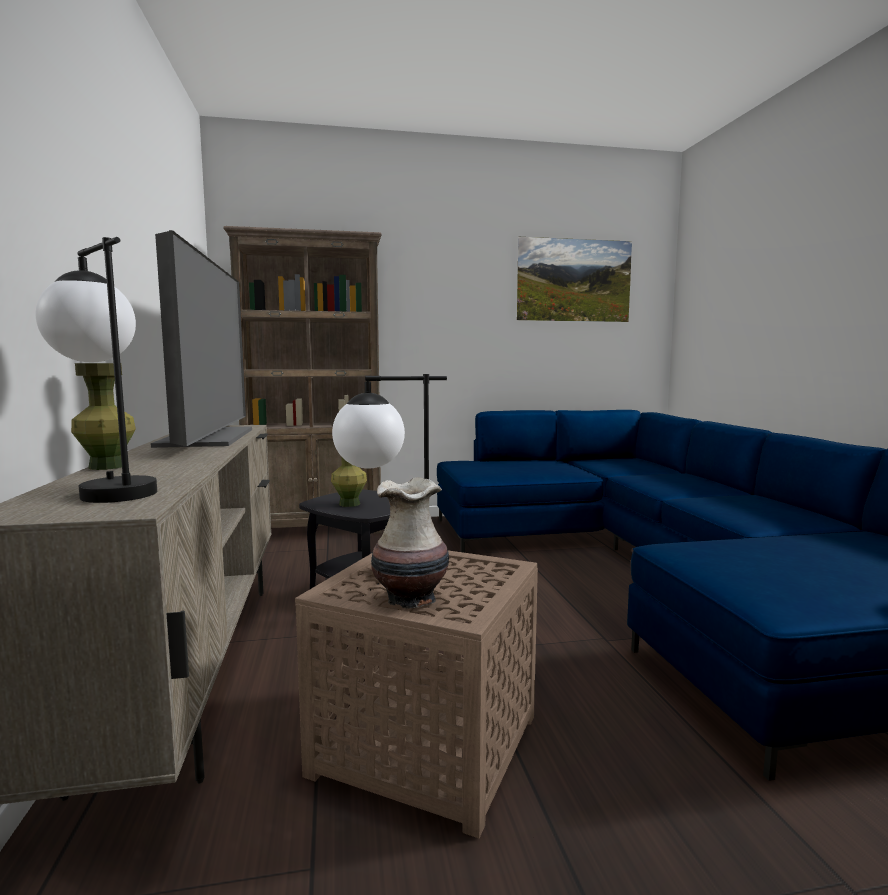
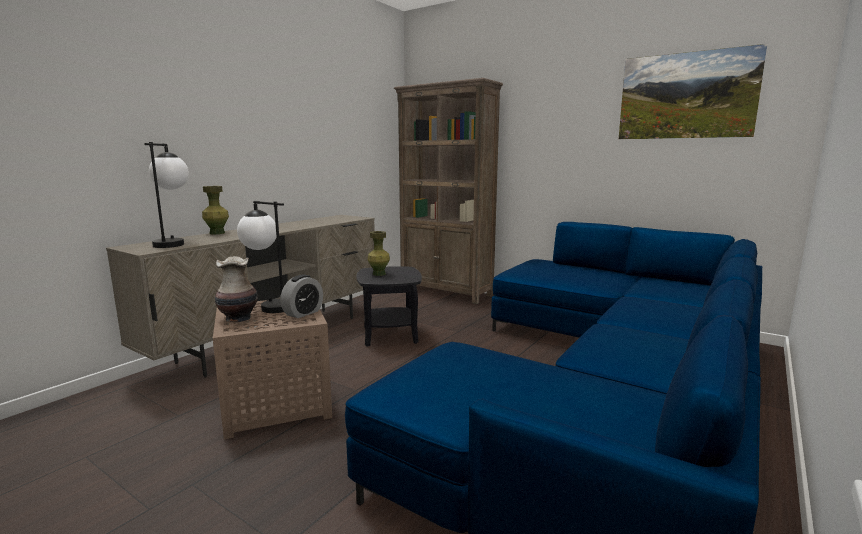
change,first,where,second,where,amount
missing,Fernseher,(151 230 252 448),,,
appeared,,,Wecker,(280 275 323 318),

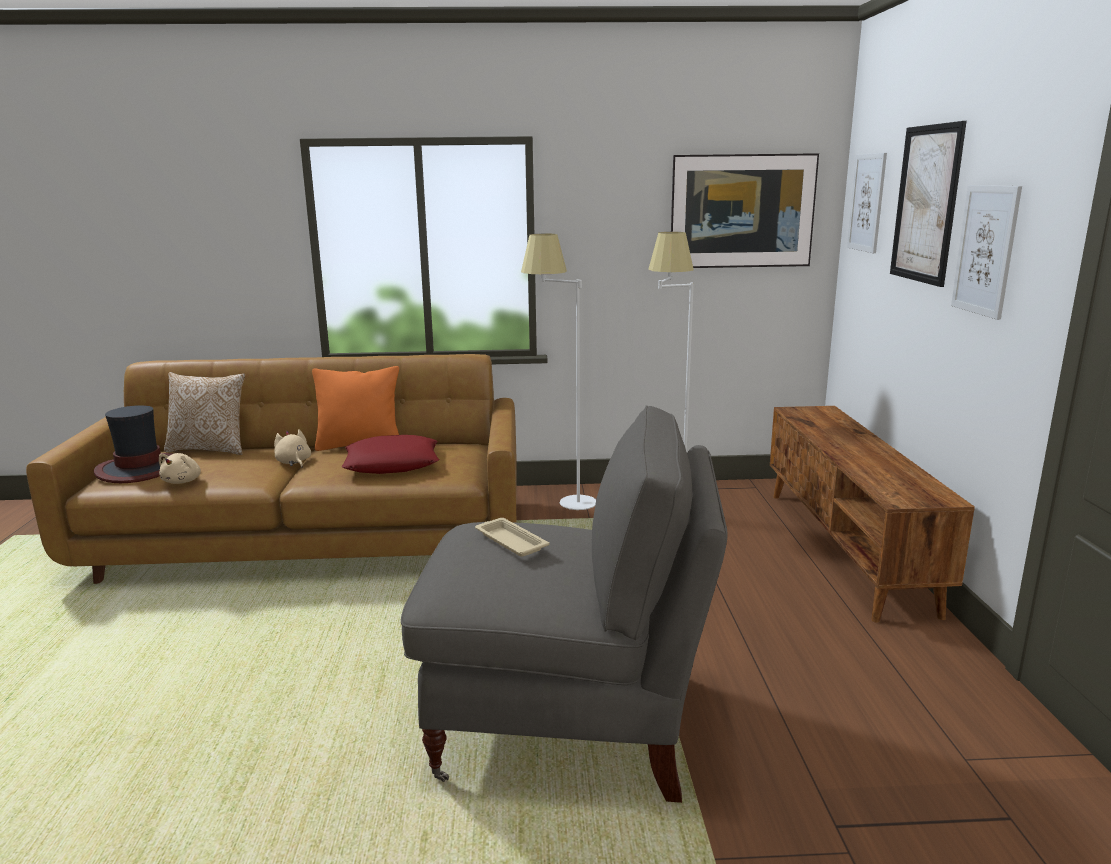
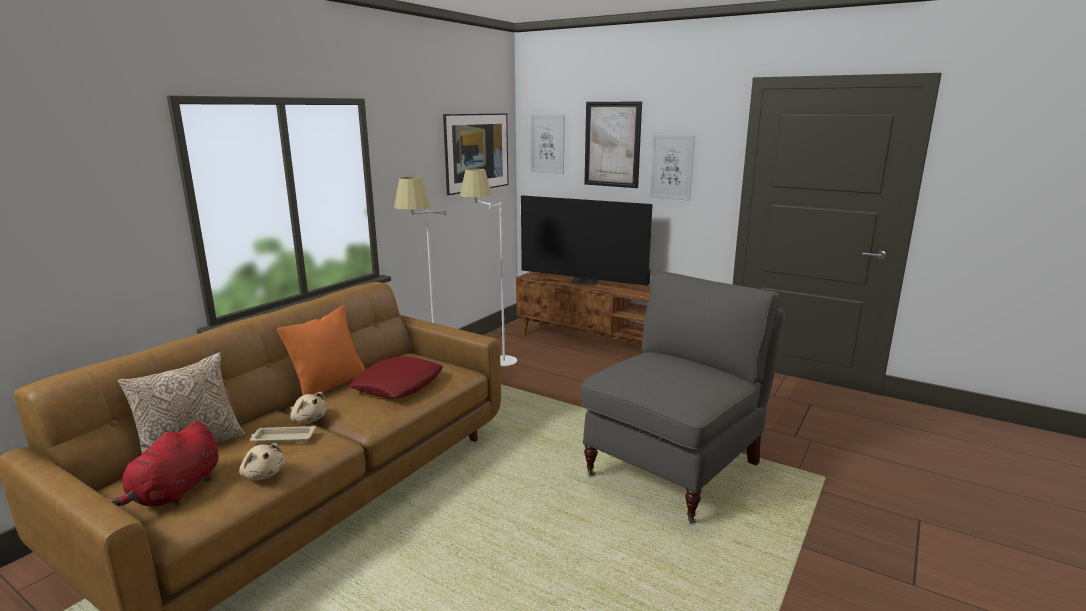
change,first,where,second,where,amount
exchanged,Hut,(94 405 174 483),Plüschtier (rot),(107 422 219 506),
spun,Plüschtier (beige),(274 429 311 468),,(290 392 327 423),150 degrees counterclockwise
relocated,Tablett (beige),(475 518 550 557),,(250 426 316 443),
appeared,,,Fernseher,(521 195 653 286),

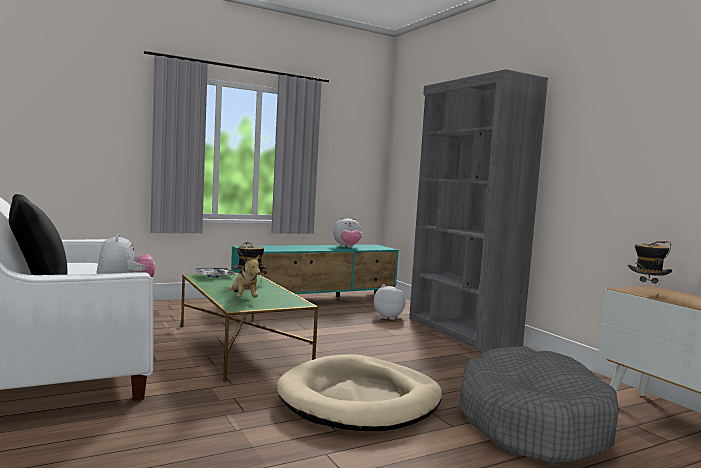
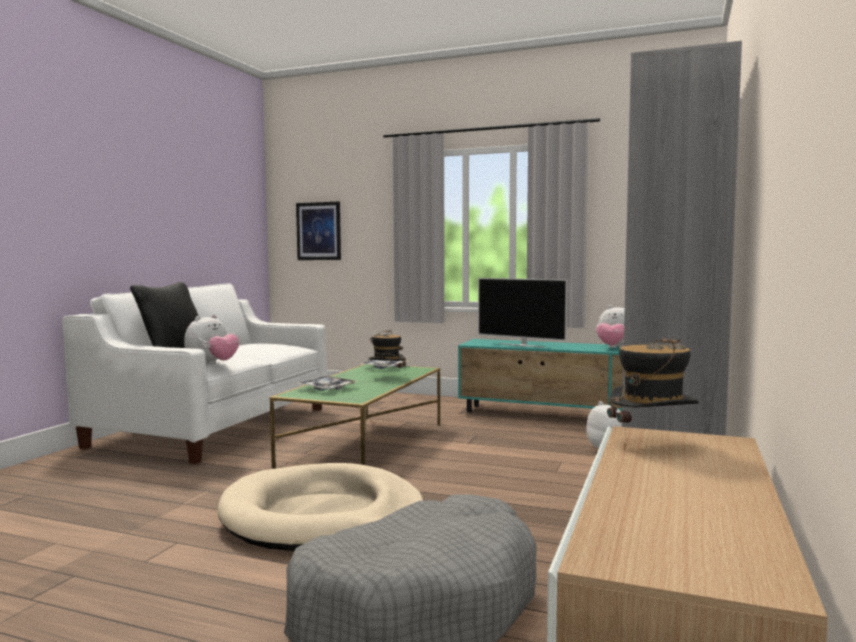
change,first,where,second,where,amount
exchanged,Plüschtier,(228 256 260 298),Tablett,(297 376 357 391),
appeared,,,Bild,(296 202 341 260),
appeared,,,Fernseher,(478 278 567 348),

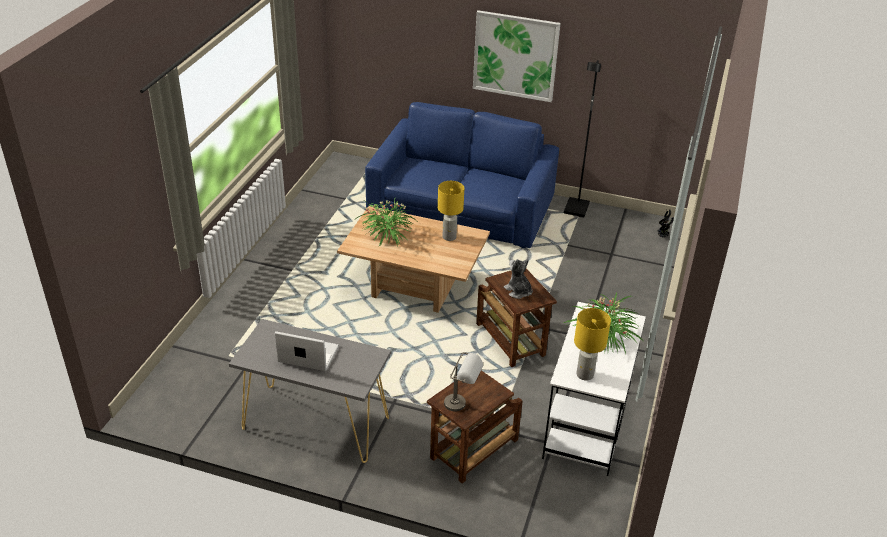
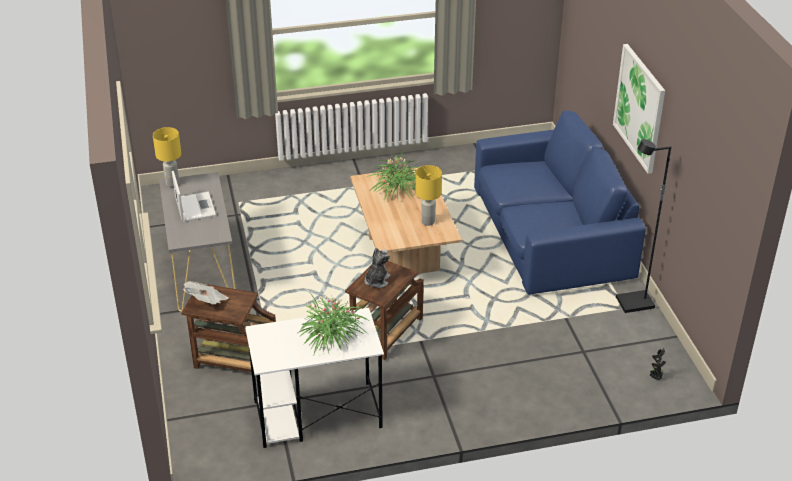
change,first,where,second,where,amount
relocated,Tischlampe (gelb),(574 308 611 380),,(153 127 181 187),
exchanged,Tischlampe (grau),(444 352 483 411),Zeitung,(183 281 229 305),

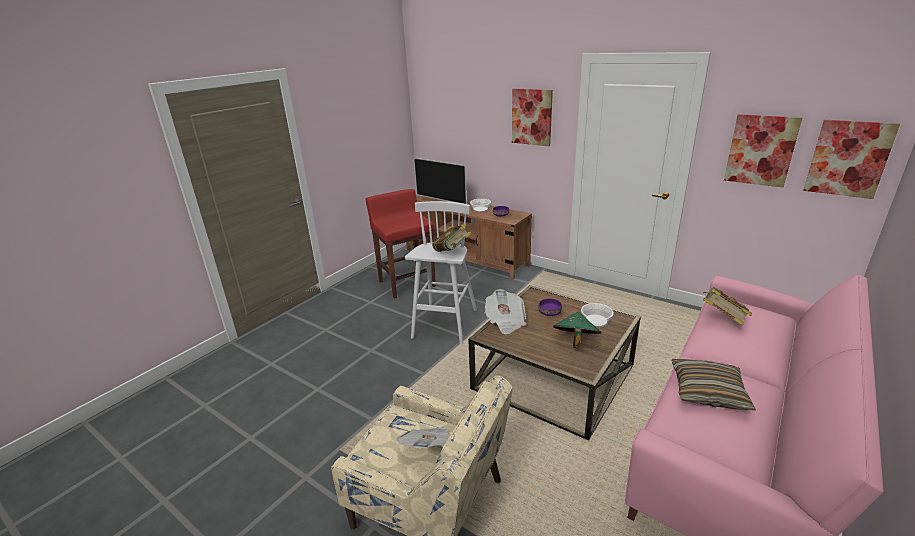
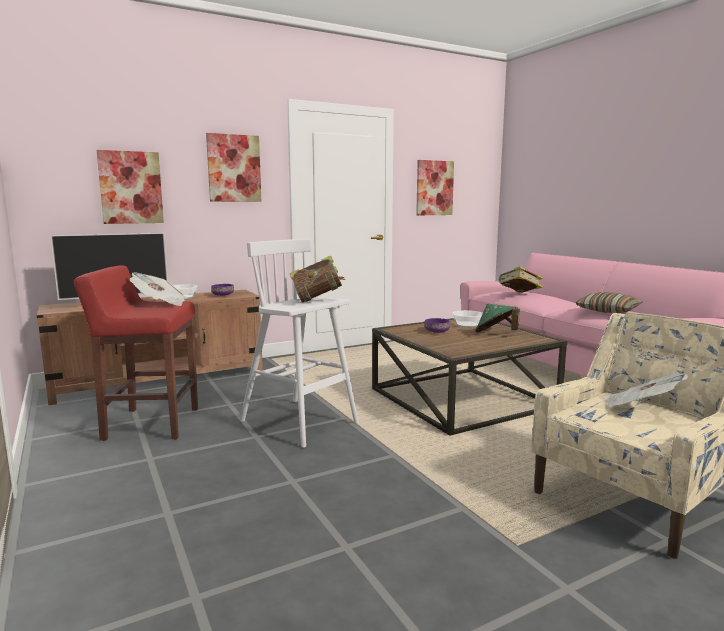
change,first,where,second,where,amount
relocated,Bild,(803 120 900 199),,(97 150 164 224),
relocated,Zeitung,(485 289 526 334),,(130 273 187 306),

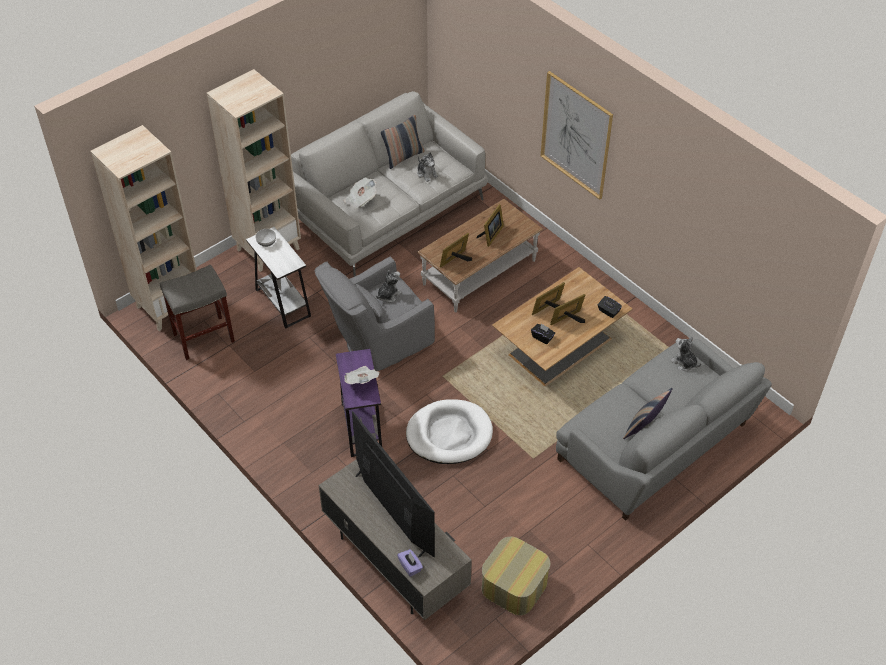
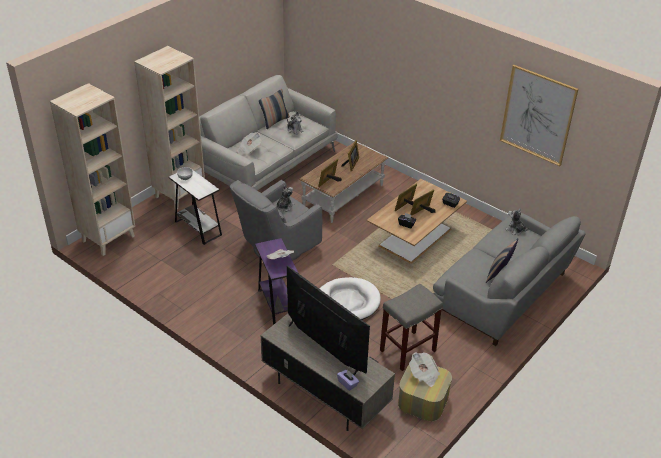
change,first,where,second,where,amount
relocated,Bild,(541 71 613 200),,(500 65 578 166),
relocated,Hocker (grau),(160 265 235 360),,(380 283 443 371),
appeared,,,Zeitung,(409 352 440 387),

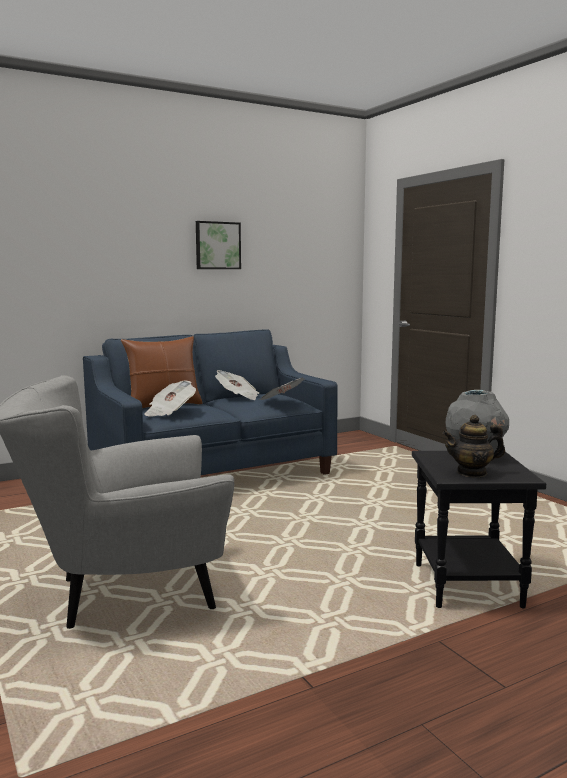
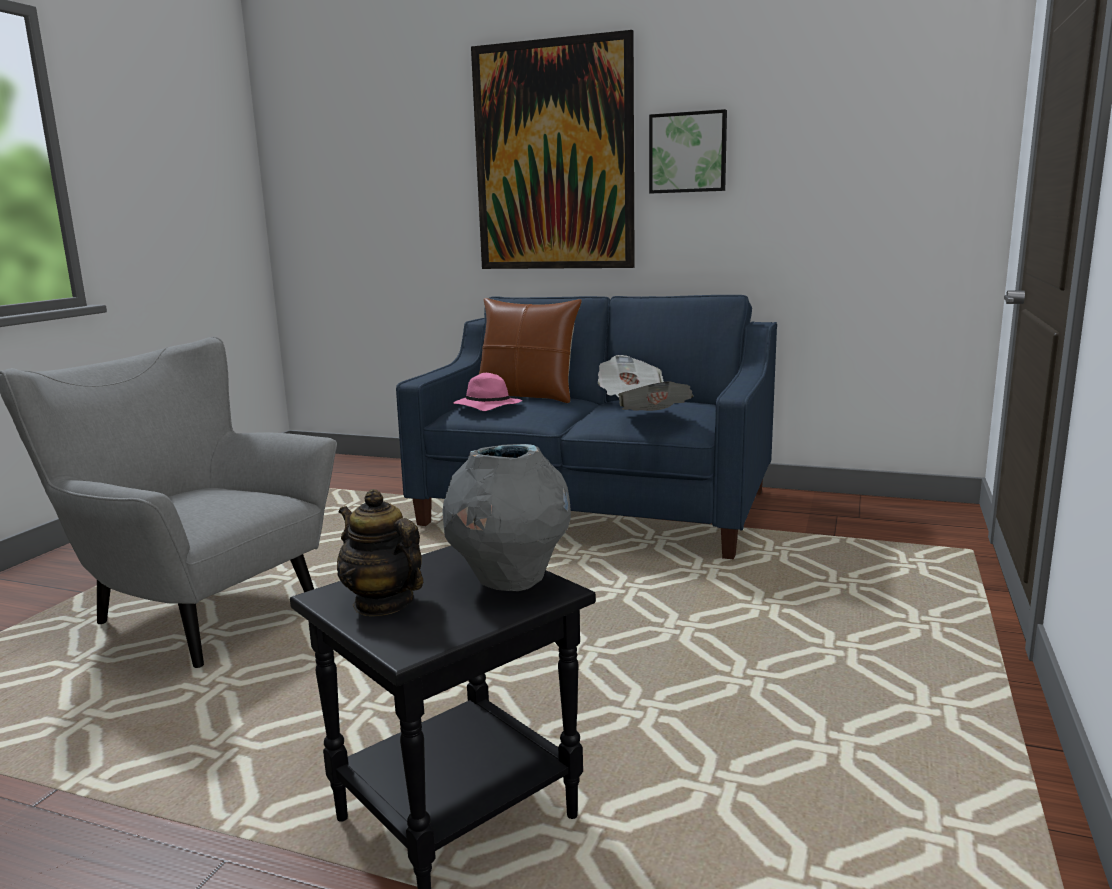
change,first,where,second,where,amount
exchanged,Zeitung,(144 380 196 417),Hut (rosa),(453 373 522 411),
appeared,,,Bild,(471 30 635 269),

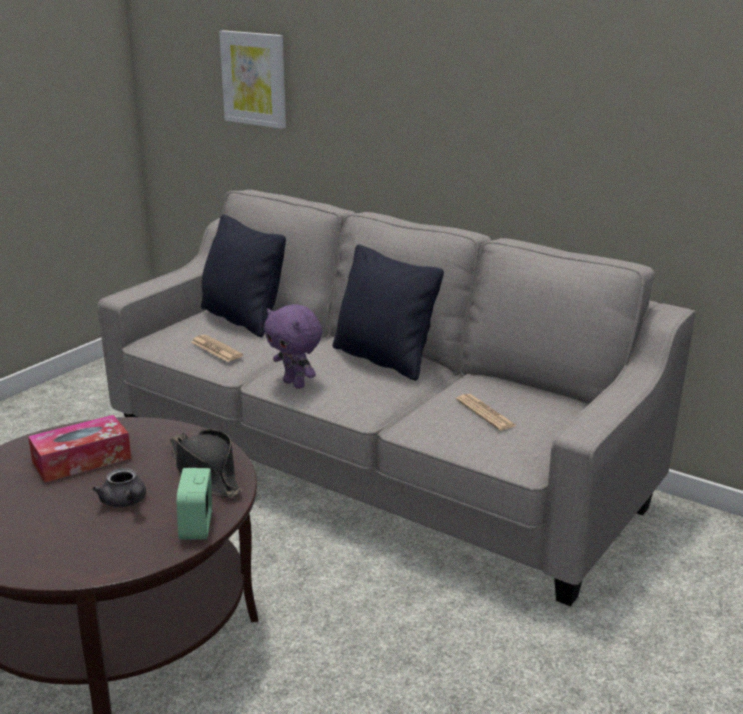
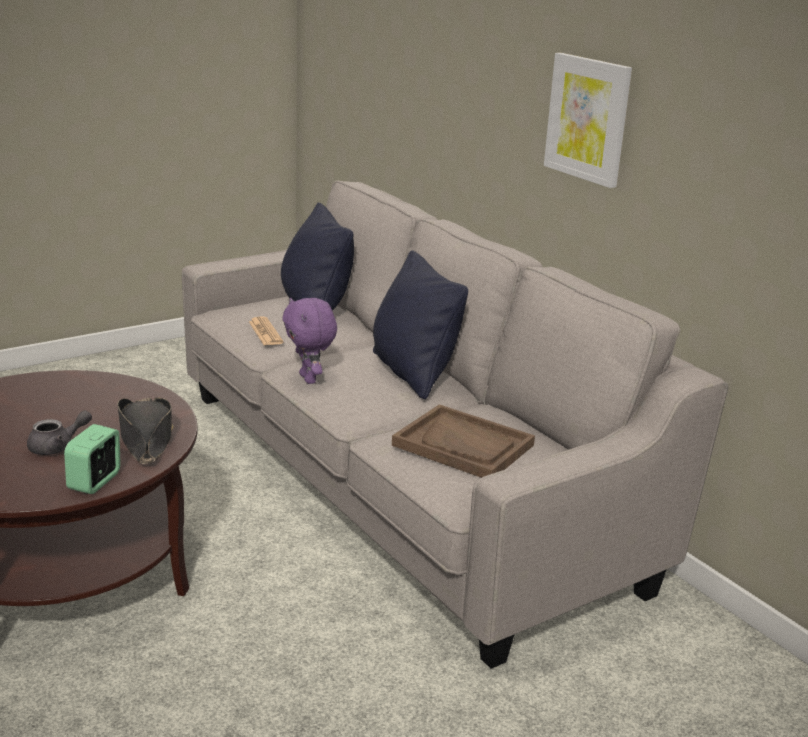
change,first,where,second,where,amount
relocated,Bild,(219 30 286 129),,(544 53 632 188),
exchanged,Zeitung,(456 394 517 431),Tablett (braun),(392 404 535 478),
missing,Taschentuchbox,(28 415 131 483),,,
spun,Teekanne (grau),(93 468 146 507),,(27 411 92 455),105 degrees counterclockwise

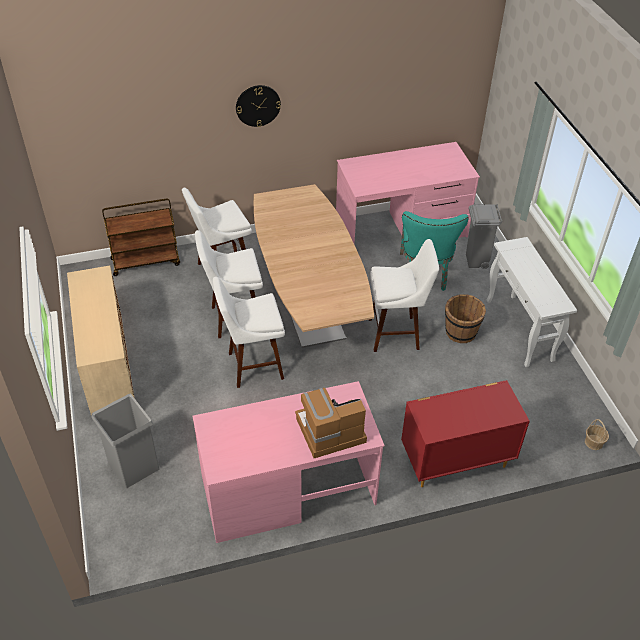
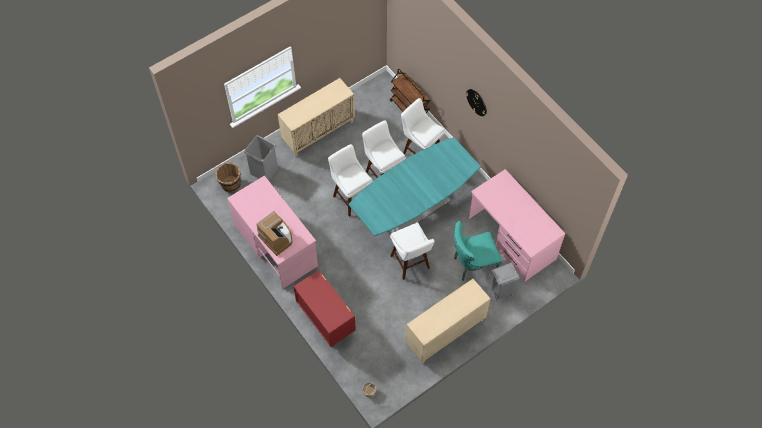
change,first,where,second,where,amount
colour,Esstisch (braun),(254 184 374 348),Esstisch (türkis),(348 137 481 236),
exchanged,Konsolentisch (weiß),(487 237 577 367),Schrank (beige),(406 279 491 363),
relocated,Eimer (braun),(445 294 486 343),,(215 163 241 192),

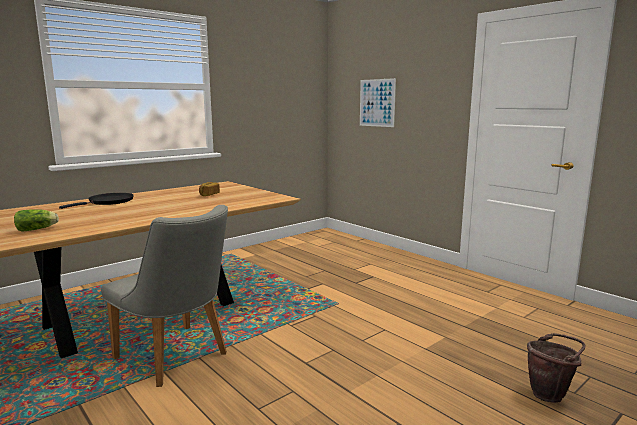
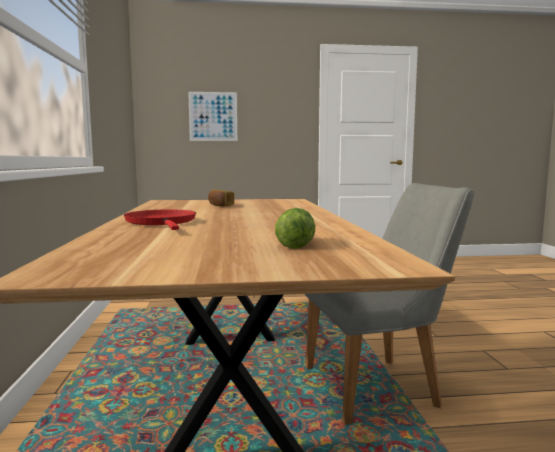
change,first,where,second,where,amount
colour,Pfanne (schwarz),(59 193 134 209),Pfanne (rot),(124 209 196 230),
missing,Eimer (braun),(527 333 585 403),,,

